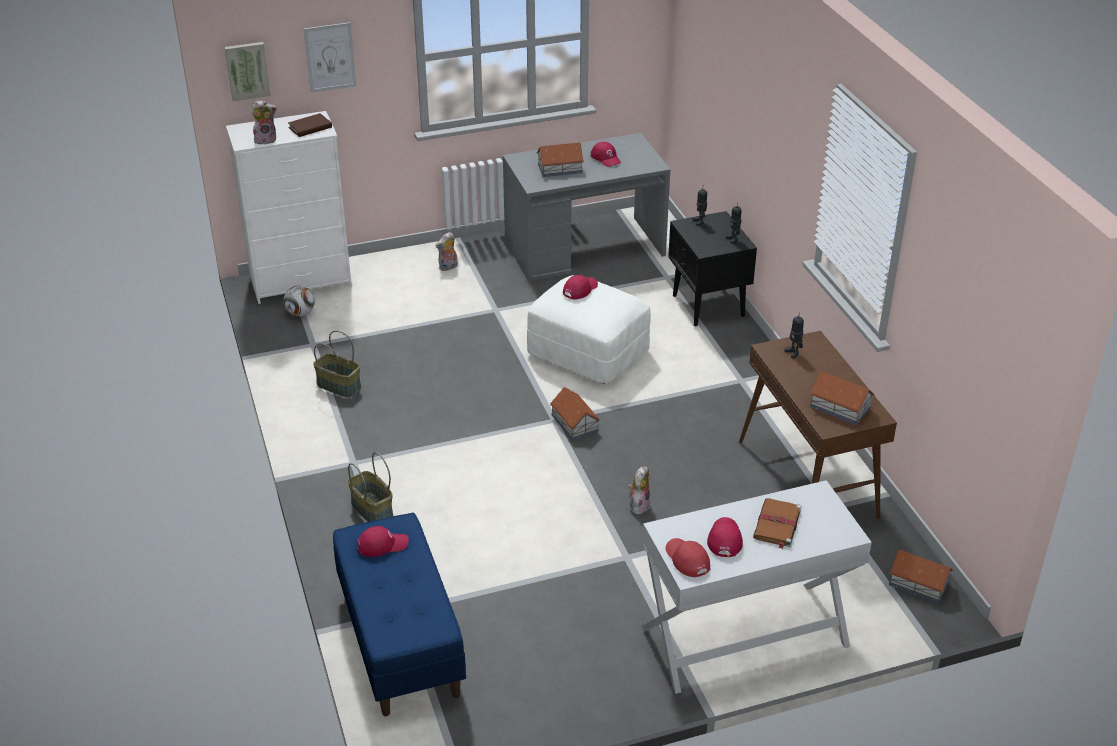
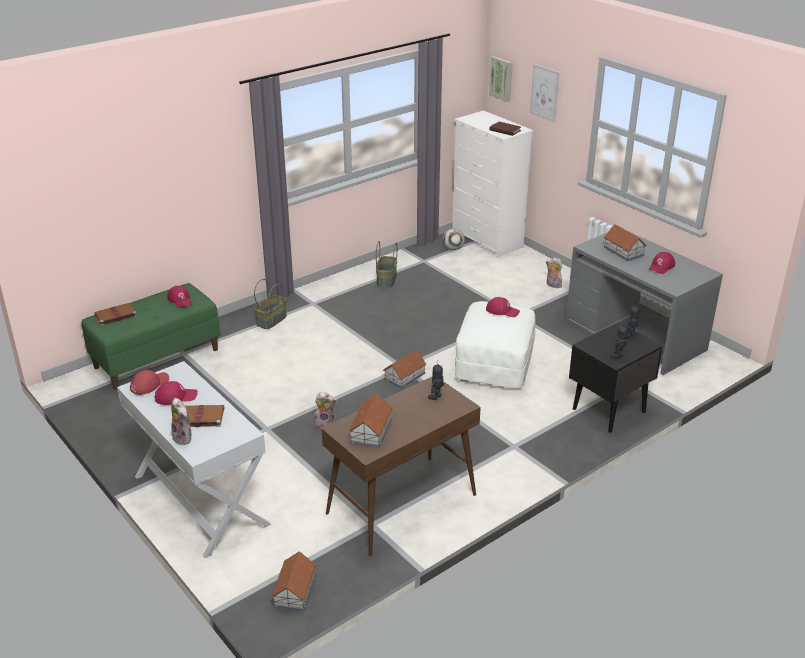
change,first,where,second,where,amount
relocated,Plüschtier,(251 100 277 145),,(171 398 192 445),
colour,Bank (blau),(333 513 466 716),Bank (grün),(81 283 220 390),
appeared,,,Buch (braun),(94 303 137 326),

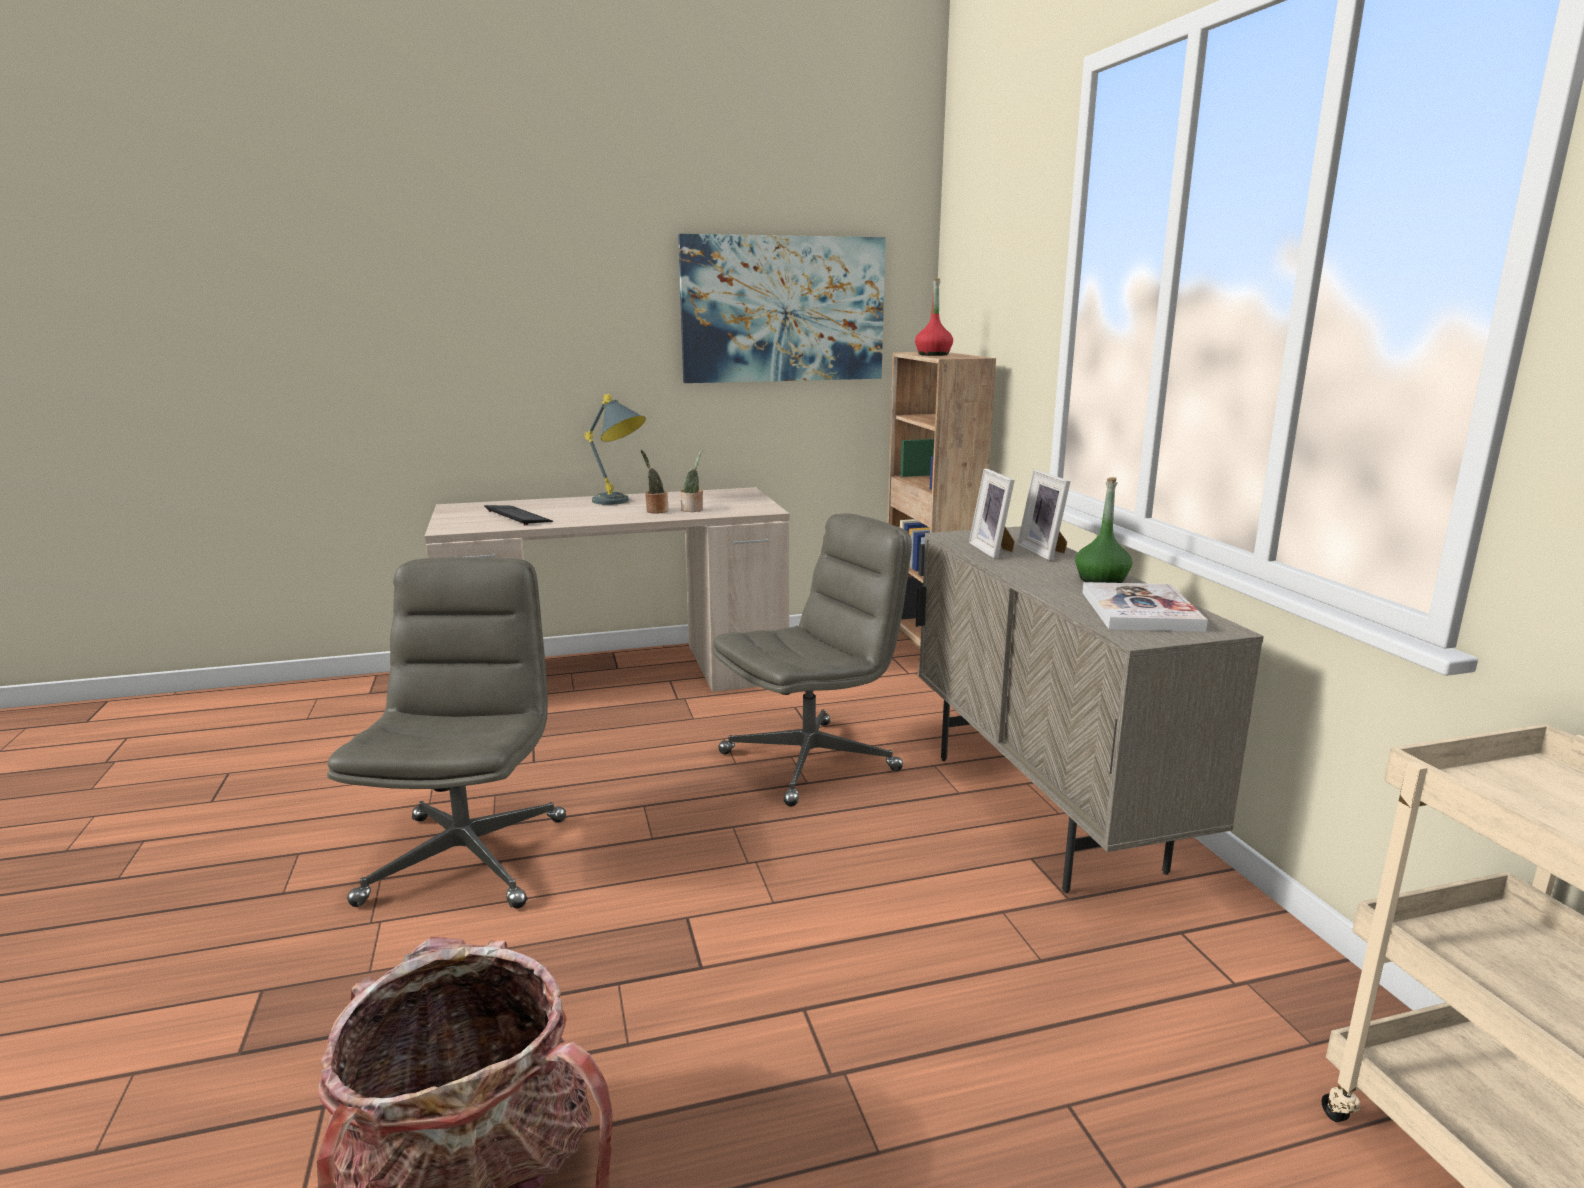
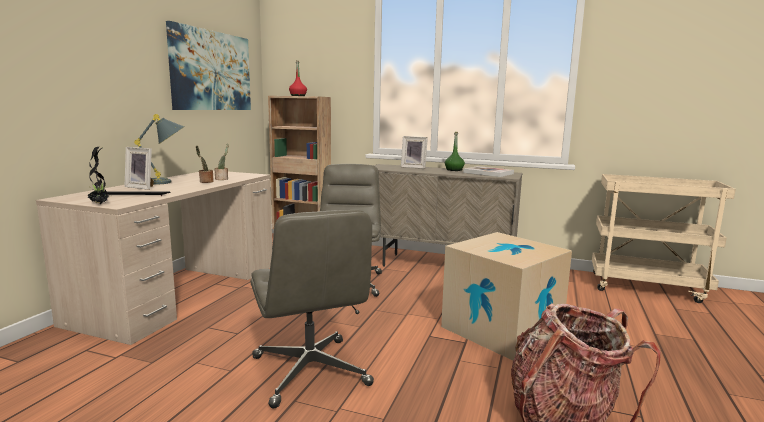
change,first,where,second,where,amount
relocated,Bilderrahmen,(969 469 1015 559),,(124 147 154 190),
spun,Bürostuhl (grau),(327 557 566 908),,(250 210 374 408),150 degrees counterclockwise
appeared,,,Topfpflanze,(88 146 110 204),
appeared,,,Karton,(441 232 572 360),

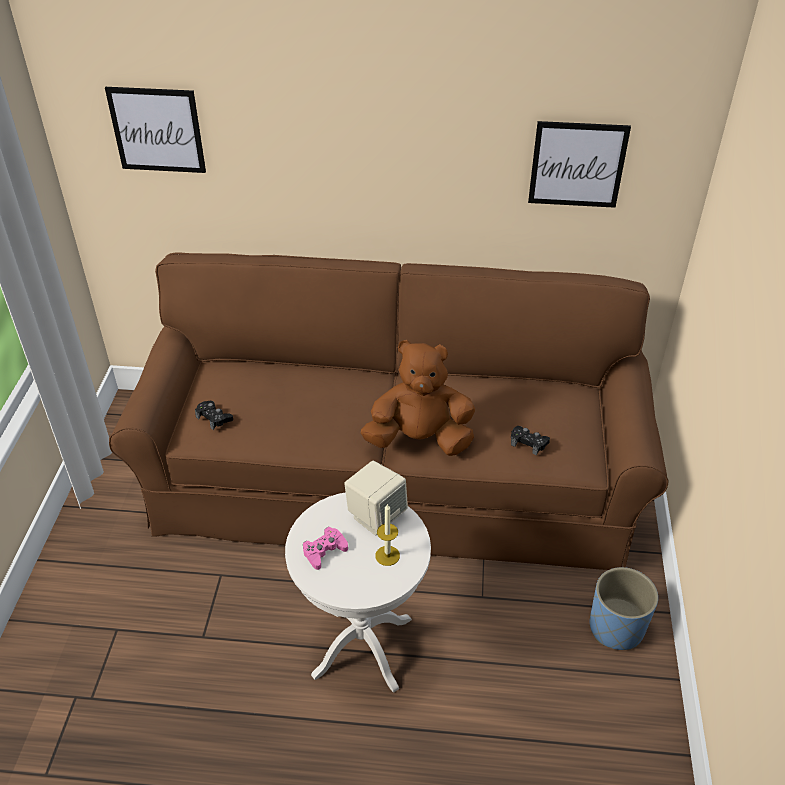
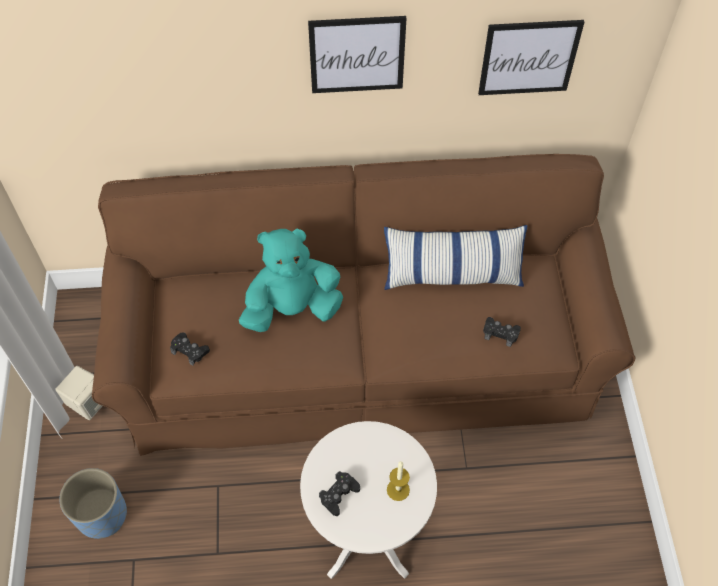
change,first,where,second,where,amount
relocated,Bild,(105 87 206 173),,(308 16 406 93),
missing,Plüschtier (braun),(361 340 475 456),,,
relocated,Lautsprecher (beige),(344 461 408 535),,(55 366 102 420),
colour,Gamepad (rosa),(303 527 348 570),Gamepad (schwarz),(319 471 360 516),
relocated,Pflanzkübel (blau),(590 567 658 650),,(59 468 127 539),
appeared,,,Kissen,(384 225 527 290),
appeared,,,Plüschtier (türkis),(239 229 343 332),

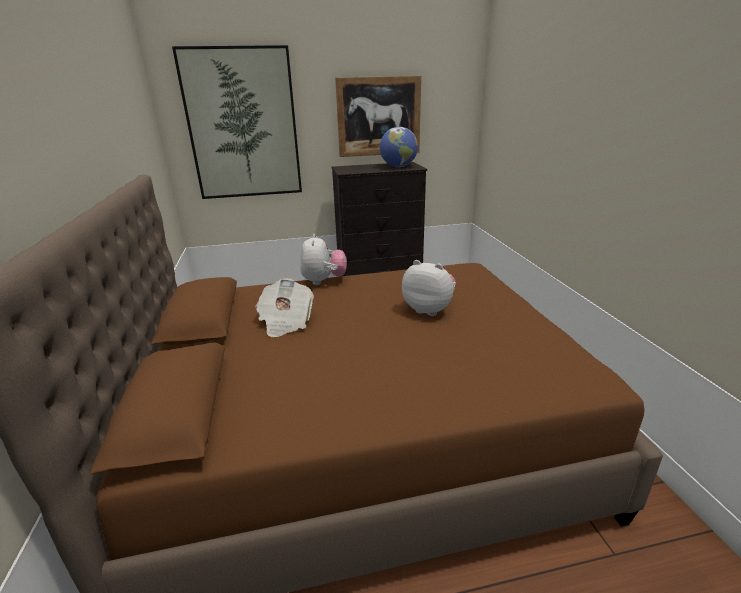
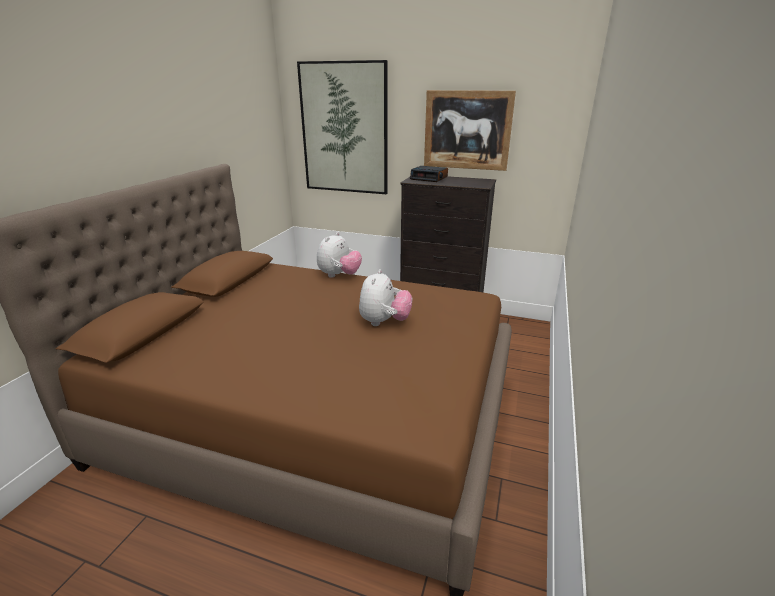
change,first,where,second,where,amount
missing,Globus,(380 127 418 167),,,
spun,Plüschtier,(402 260 456 316),,(359 269 412 326),45 degrees clockwise
missing,Zeitung,(256 278 314 337),,,
appeared,,,Wecker,(410 166 448 182),

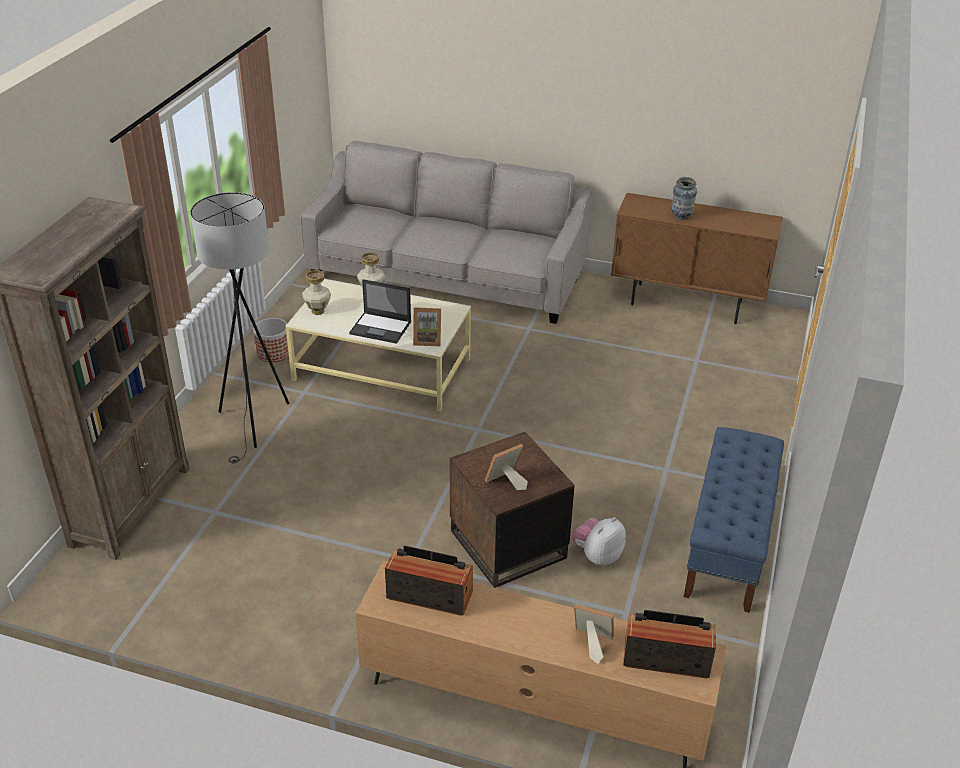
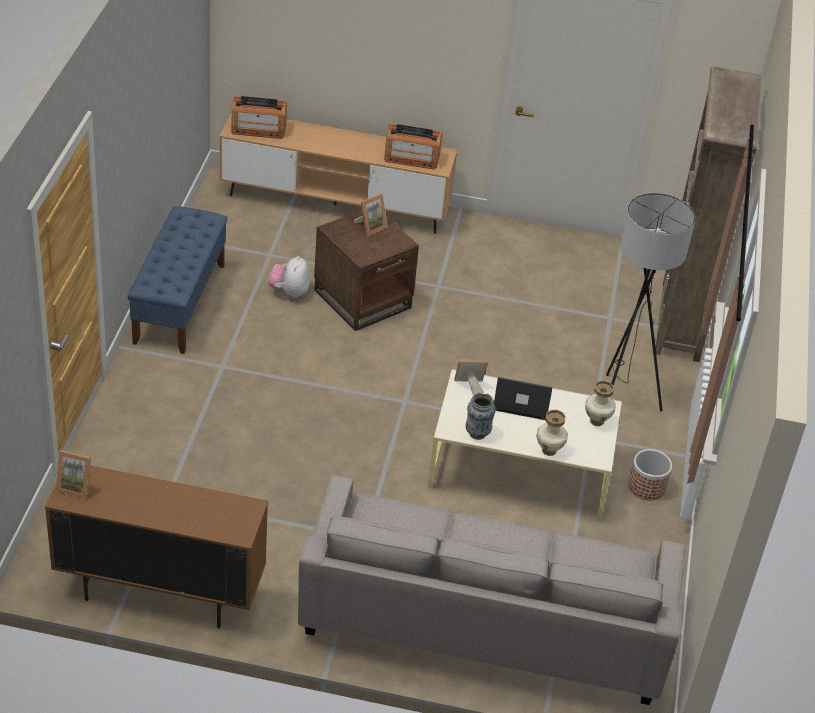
change,first,where,second,where,amount
relocated,Vase,(671 177 697 220),,(466 393 496 440),
spun,Plüschtier,(572 517 626 566),,(268 256 310 298),150 degrees clockwise
relocated,Bilderrahmen,(574 604 614 664),,(56 450 91 499),

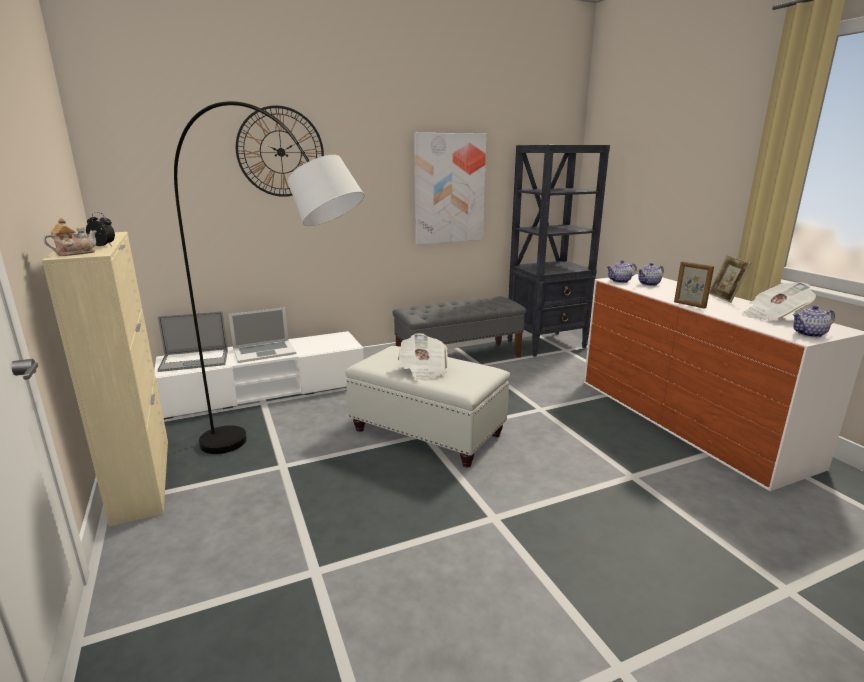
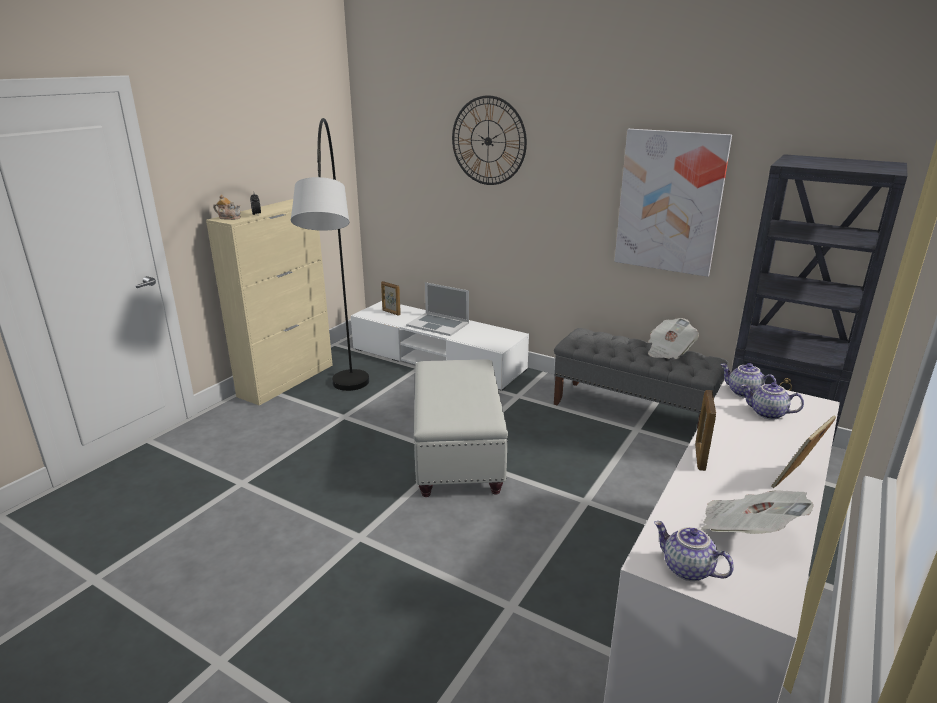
change,first,where,second,where,amount
exchanged,Laptop,(158 311 228 372),Bilderrahmen,(381 281 401 316),
relocated,Zeitung,(398 333 448 382),,(648 318 699 359),

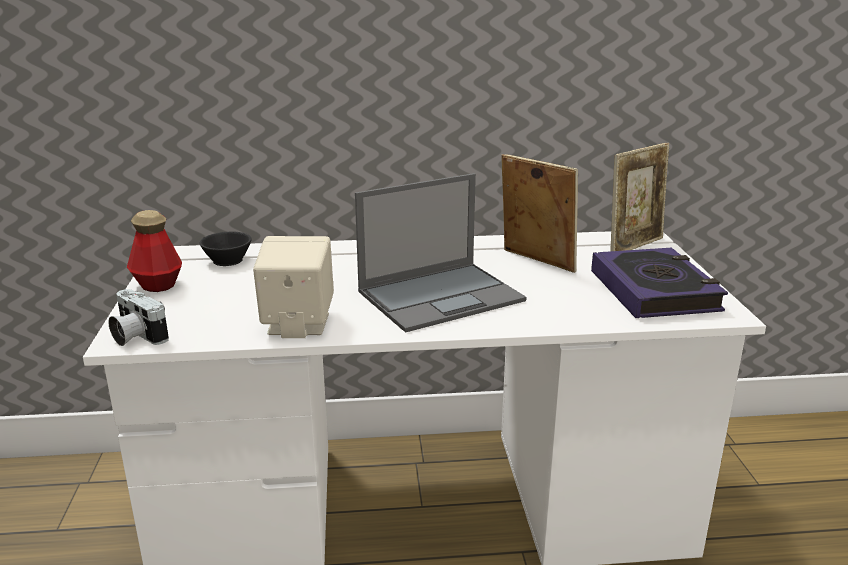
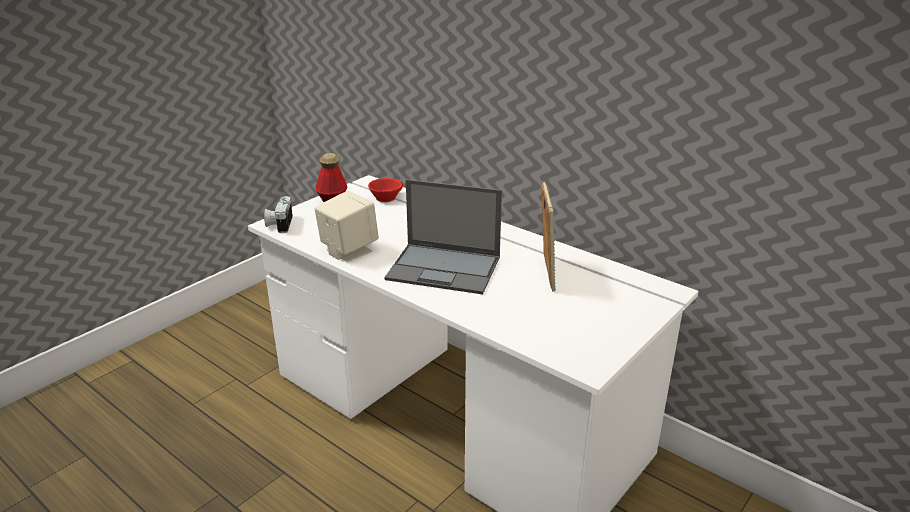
change,first,where,second,where,amount
missing,Bilderrahmen,(610 143 669 251),,,
colour,Tasse (schwarz),(200 231 251 266),Tasse (rot),(368 178 403 202),
missing,Buch,(591 248 728 318),,,

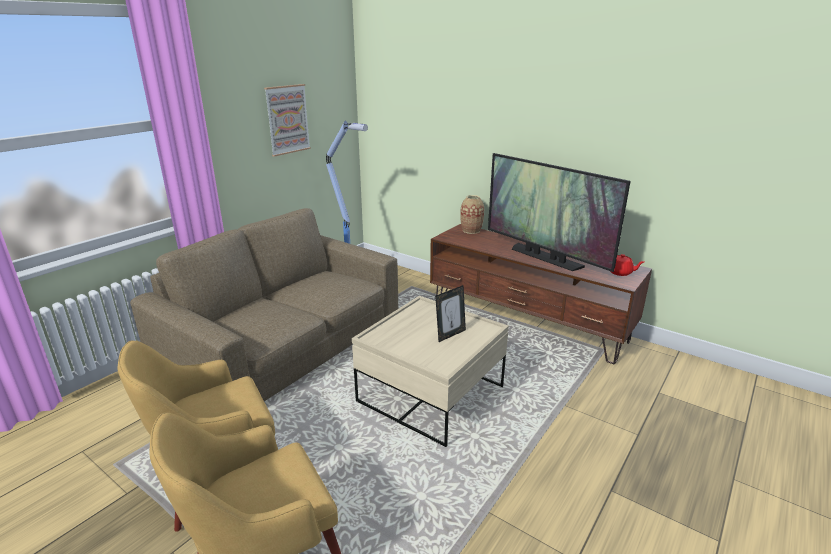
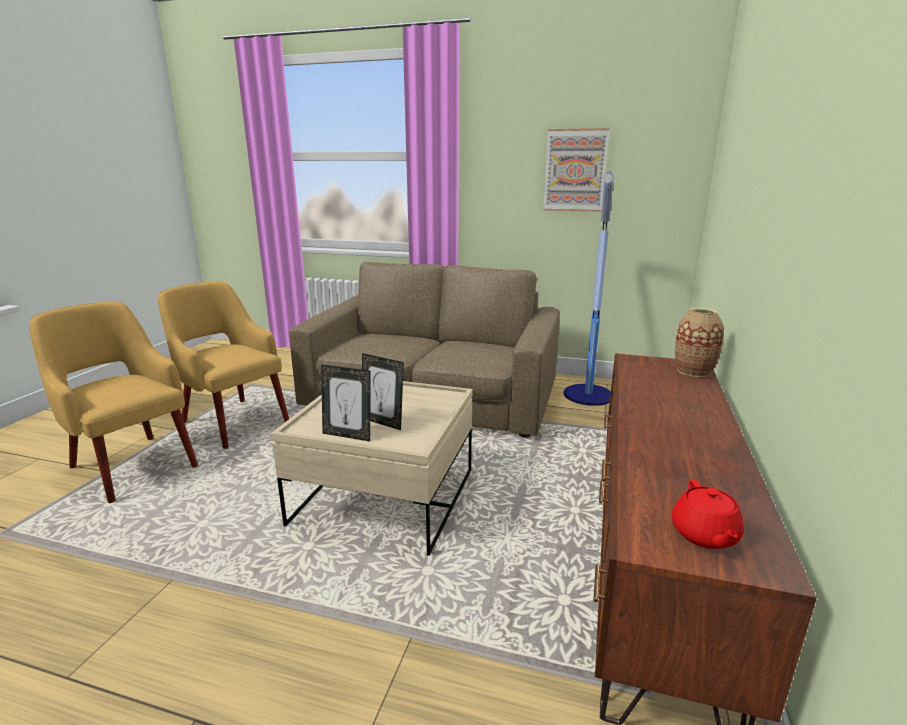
change,first,where,second,where,amount
missing,Fernseher,(488 153 631 272),,,
appeared,,,Bilderrahmen,(321 365 370 442),

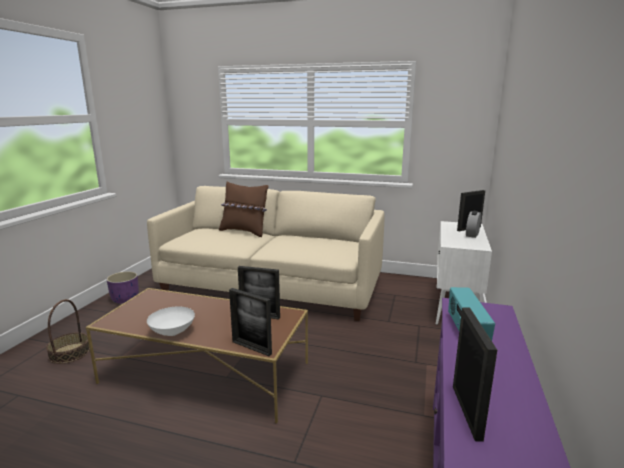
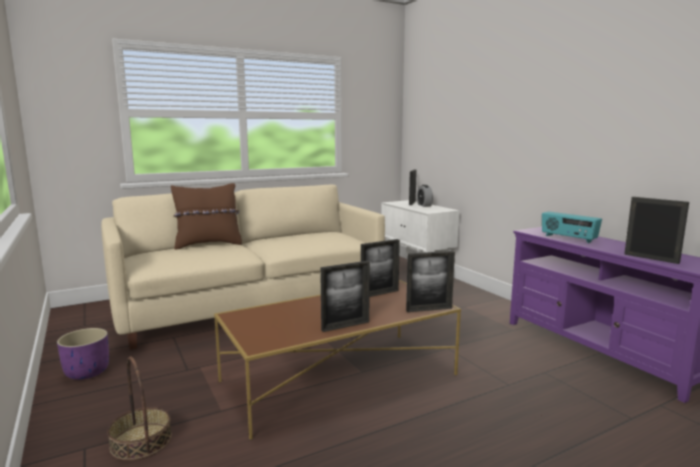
change,first,where,second,where,amount
exchanged,Schüssel (weiß),(147 306 195 336),Bilderrahmen,(320 261 370 332),

